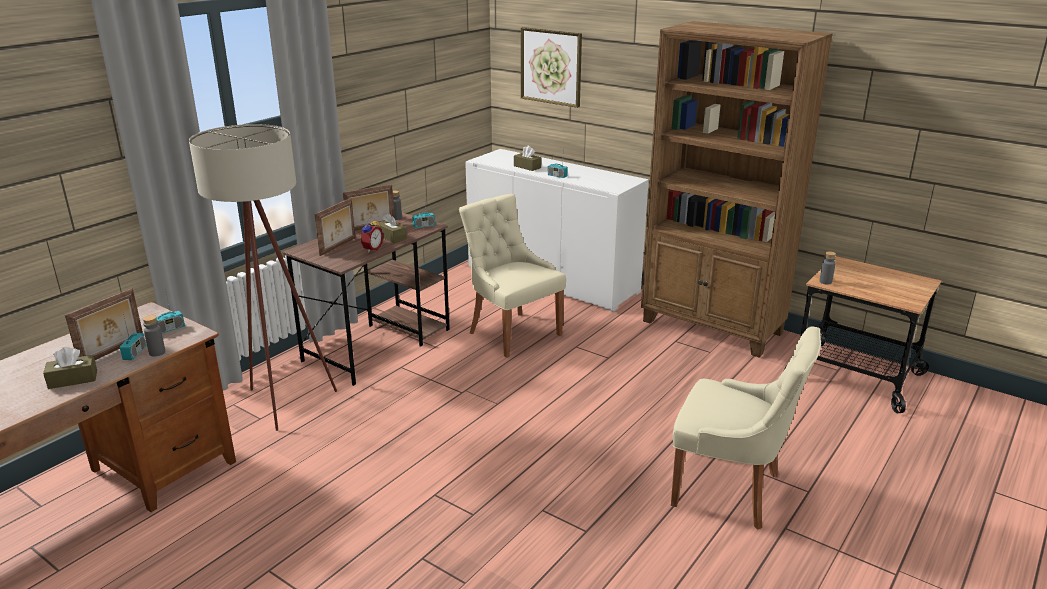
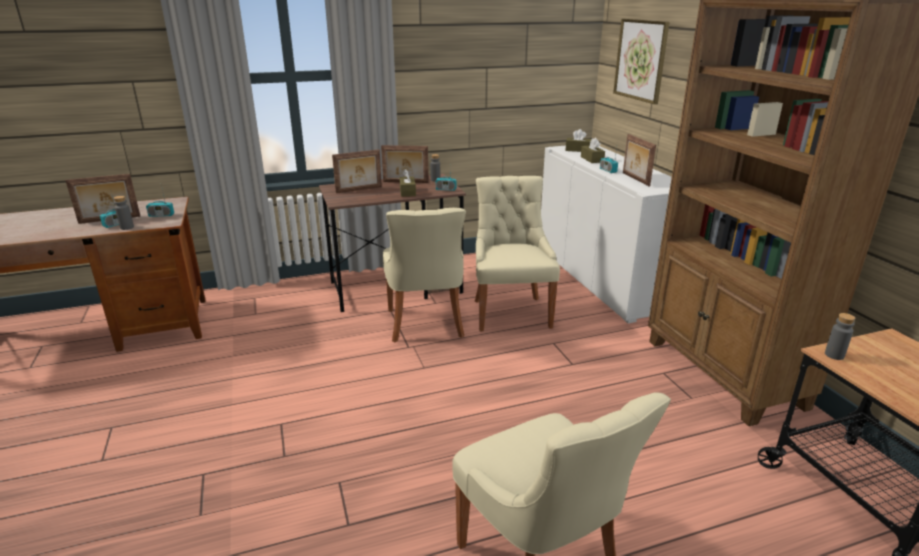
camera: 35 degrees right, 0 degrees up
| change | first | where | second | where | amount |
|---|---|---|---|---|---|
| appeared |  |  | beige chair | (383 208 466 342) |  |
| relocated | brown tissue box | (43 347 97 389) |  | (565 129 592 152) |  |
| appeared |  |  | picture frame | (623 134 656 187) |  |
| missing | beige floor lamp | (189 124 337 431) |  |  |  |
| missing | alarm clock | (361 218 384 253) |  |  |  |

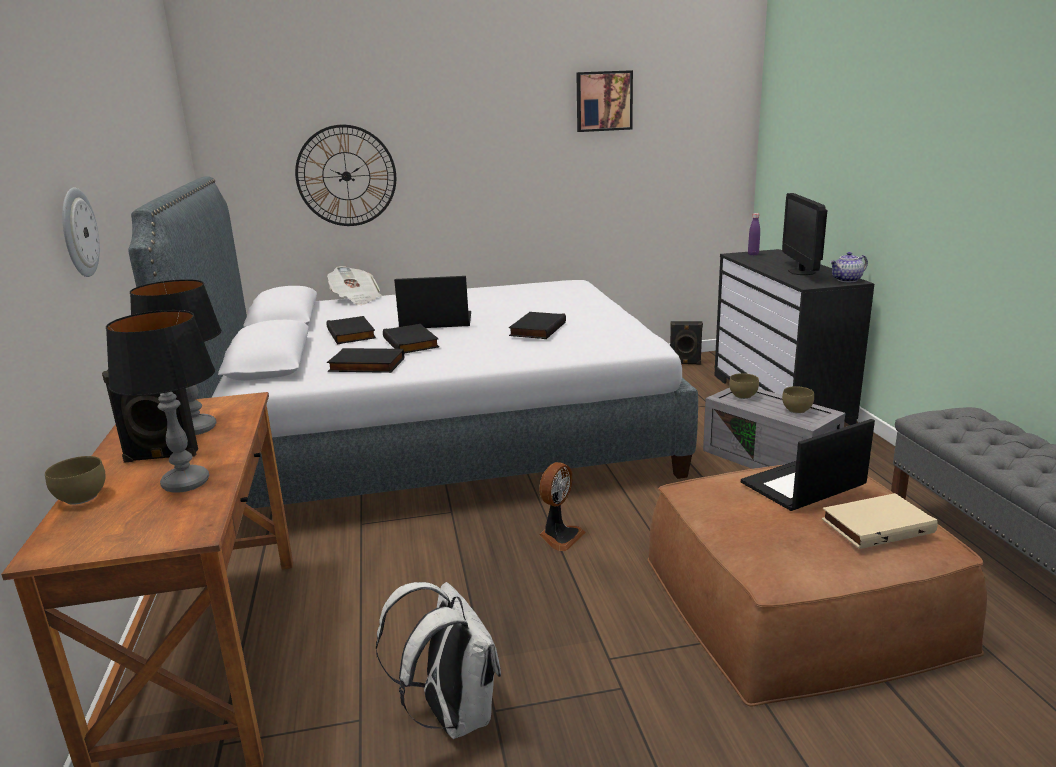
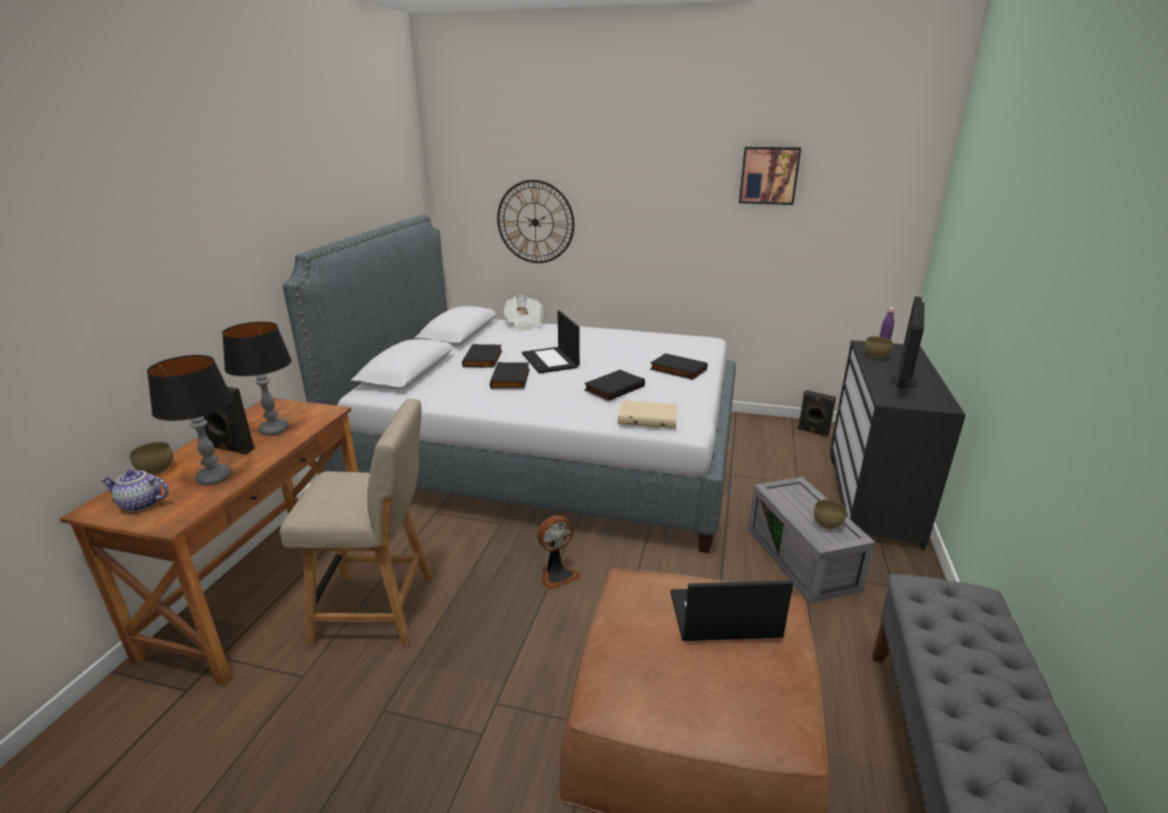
camera: 25 degrees right, 5 degrees up
| change | first | where | second | where | amount |
|---|---|---|---|---|---|
| relocated | teapot | (830 252 868 282) |  | (100 470 169 512) |  |
| appeared |  |  | beige chair | (280 399 432 646) |  |
| spun | laptop | (394 276 471 328) |  | (522 310 580 374) | 135 degrees counterclockwise |
| relocated | beige book | (821 493 938 549) |  | (618 400 678 429) |  |
| relocated | black book | (327 348 404 373) |  | (650 353 707 380) |  |
| relocated | brown bowl | (729 373 759 399) |  | (865 337 893 359) |  |
| missing | wall clock | (62 188 100 277) |  |  |  |
| missing | white backpack | (376 582 501 739) |  |  |  |

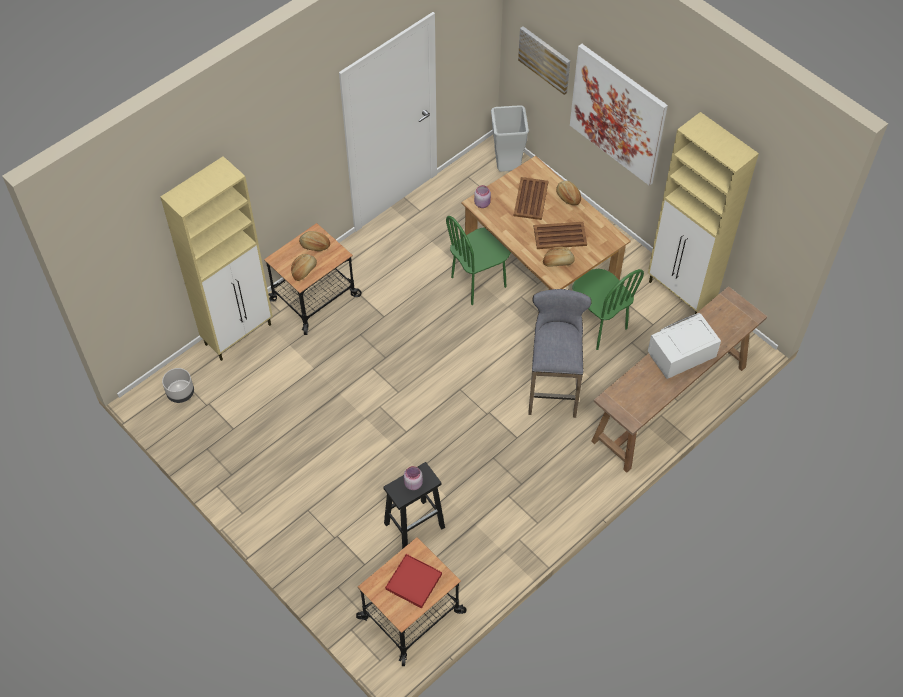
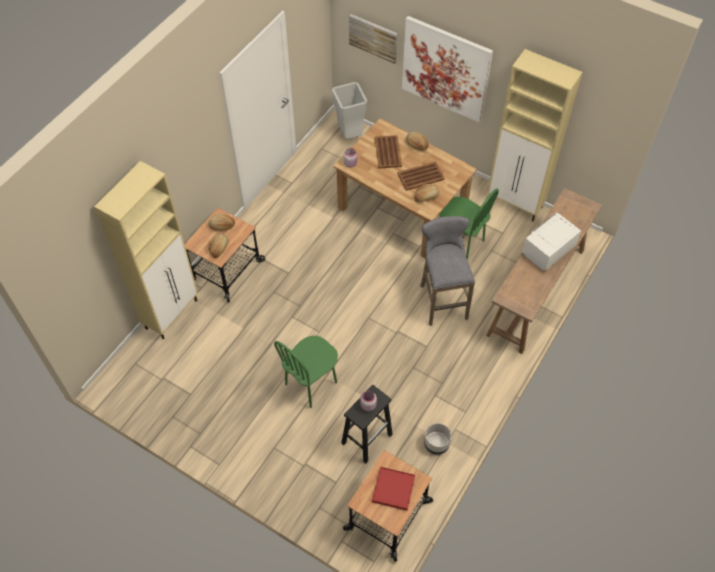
camera: 15 degrees left, 0 degrees up
| change | first | where | second | where | amount |
|---|---|---|---|---|---|
| relocated | green chair | (446 216 511 305) |  | (274 336 338 408) |  |
| relocated | grey planter | (162 368 194 403) |  | (424 423 451 455) |  |

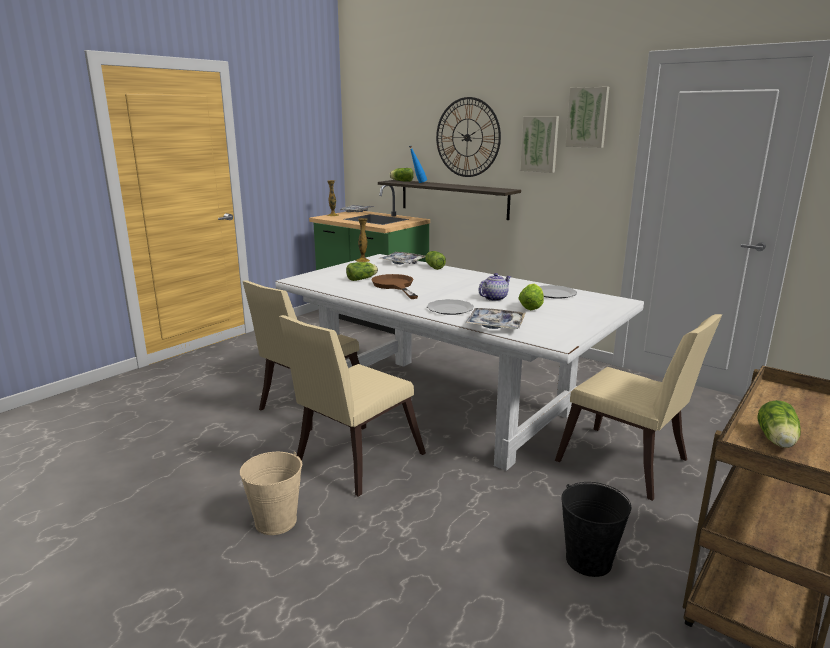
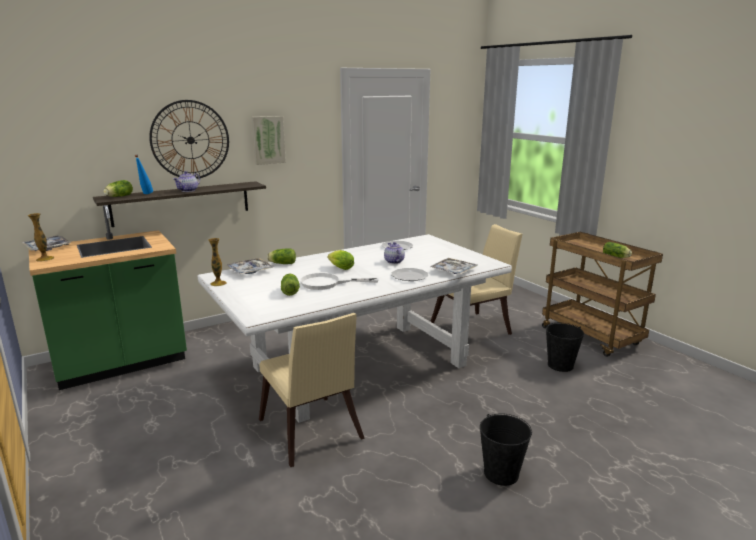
camera: 70 degrees left, 0 degrees up
| change | first | where | second | where | amount |
|---|---|---|---|---|---|
| appeared |  |  | teapot | (173 171 200 192) |  |
| colour | brown frying pan | (371 274 418 299) | white frying pan | (300 273 379 290) |  |
| relocated | lettuce | (518 284 544 310) |  | (328 250 354 270) |  |
| colour | beige bucket | (240 452 302 535) | black bucket | (480 413 532 486) |  |
| missing | beige chair | (279 315 426 497) |  |  |  |
| missing | picture | (566 87 609 148) |  |  |  |

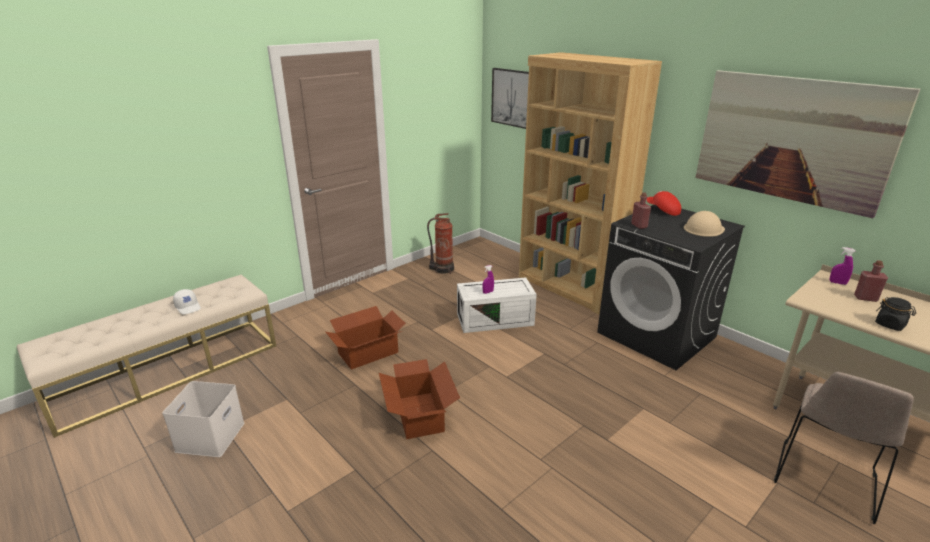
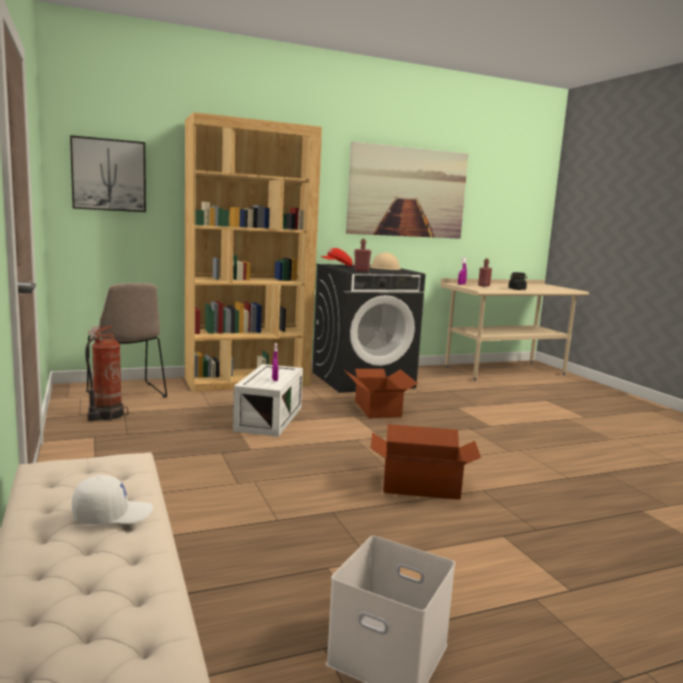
camera: 70 degrees left, 15 degrees down
| change | first | where | second | where | amount |
|---|---|---|---|---|---|
| relocated | beige chair | (774 372 914 524) |  | (86 283 167 397) |  |
| relocated | cardboard box | (326 306 406 370) |  | (344 369 418 418) |  |

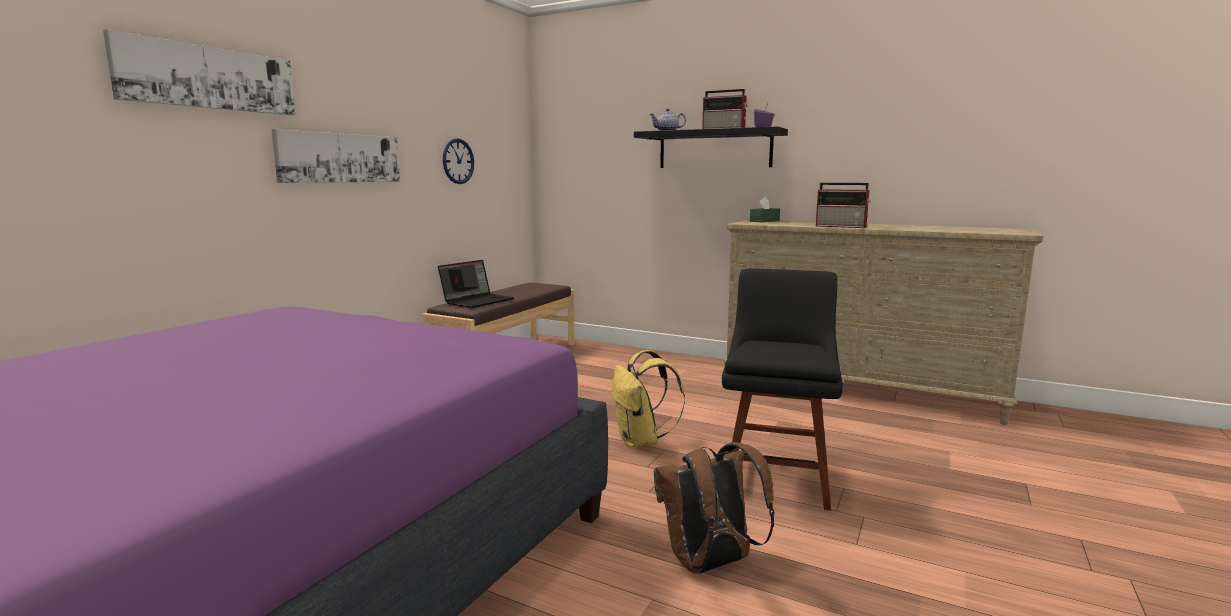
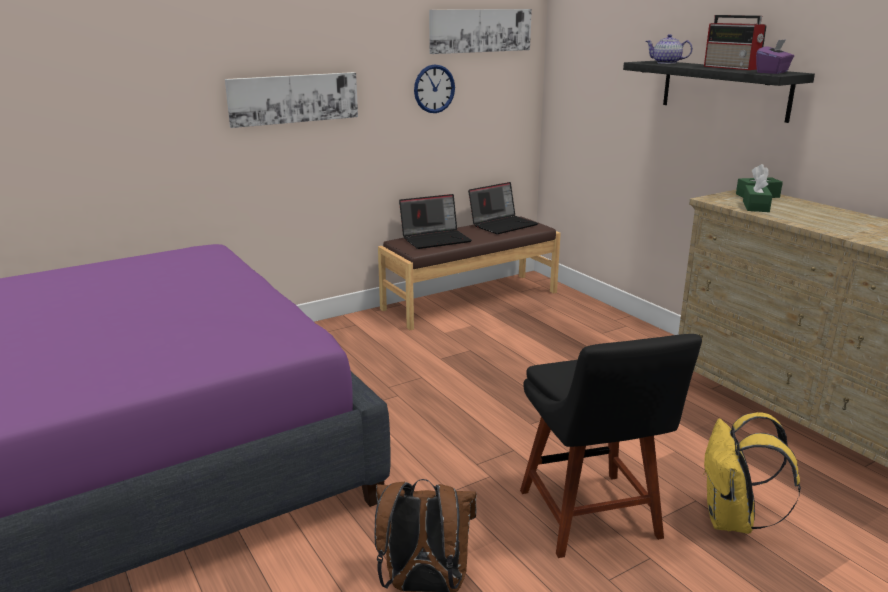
camera: 30 degrees right, 10 degrees up
| change | first | where | second | where | amount |
|---|---|---|---|---|---|
| relocated | picture | (103 29 295 115) |  | (429 9 532 54) |  |
| appeared |  |  | laptop | (468 182 538 234) |  |
| spun | black chair | (722 269 843 511) |  | (520 334 702 558) | 120 degrees clockwise |
| relocated | yellow backpack | (611 350 685 448) |  | (703 412 801 534) |  |
| appeared |  |  | green tissue box | (743 174 773 212) |  |
| missing | radio | (816 183 871 228) |  |  |  |

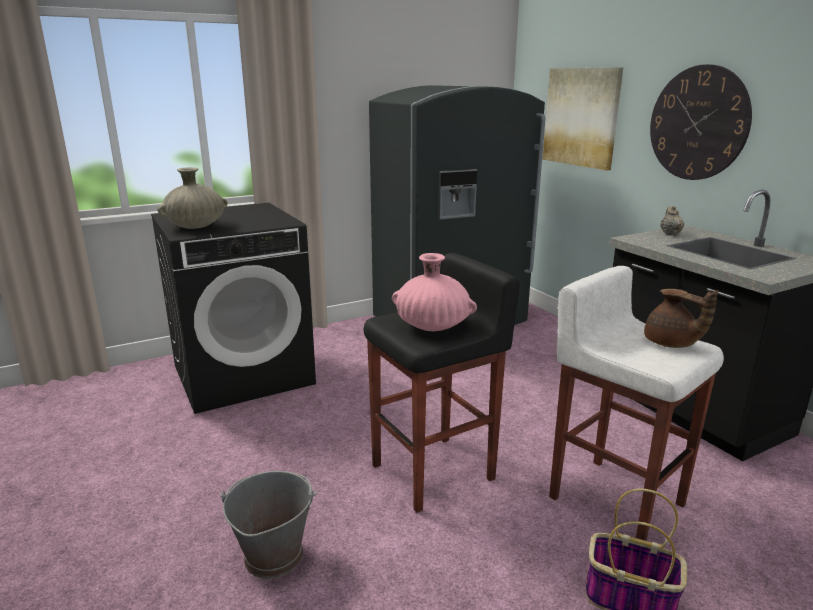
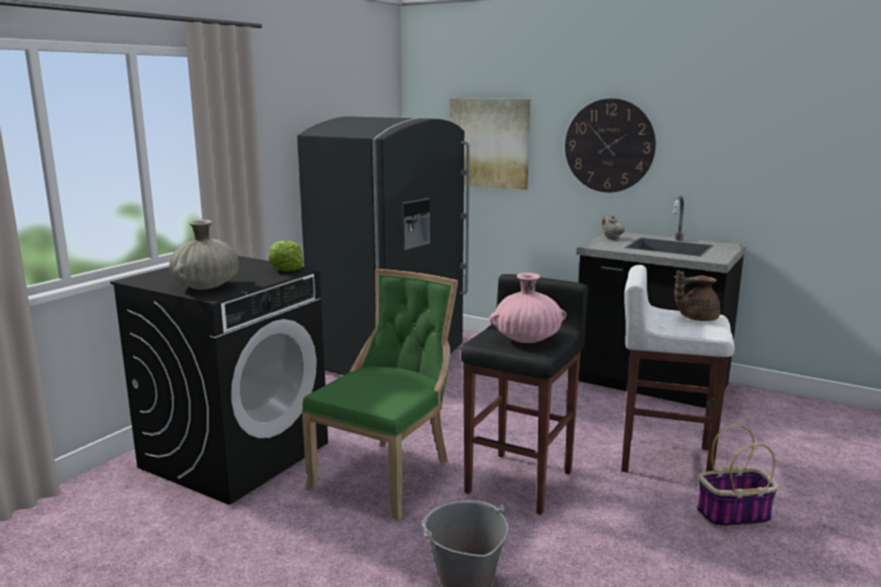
camera: 30 degrees left, 5 degrees down
| change | first | where | second | where | amount |
|---|---|---|---|---|---|
| appeared |  |  | lettuce | (268 241 304 271) |  |
| appeared |  |  | green chair | (302 269 458 520) |  |
| spun | brown teapot | (644 289 718 348) |  | (674 270 721 321) | 150 degrees clockwise |

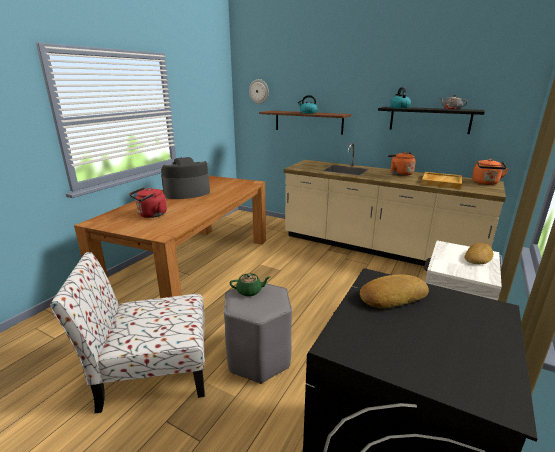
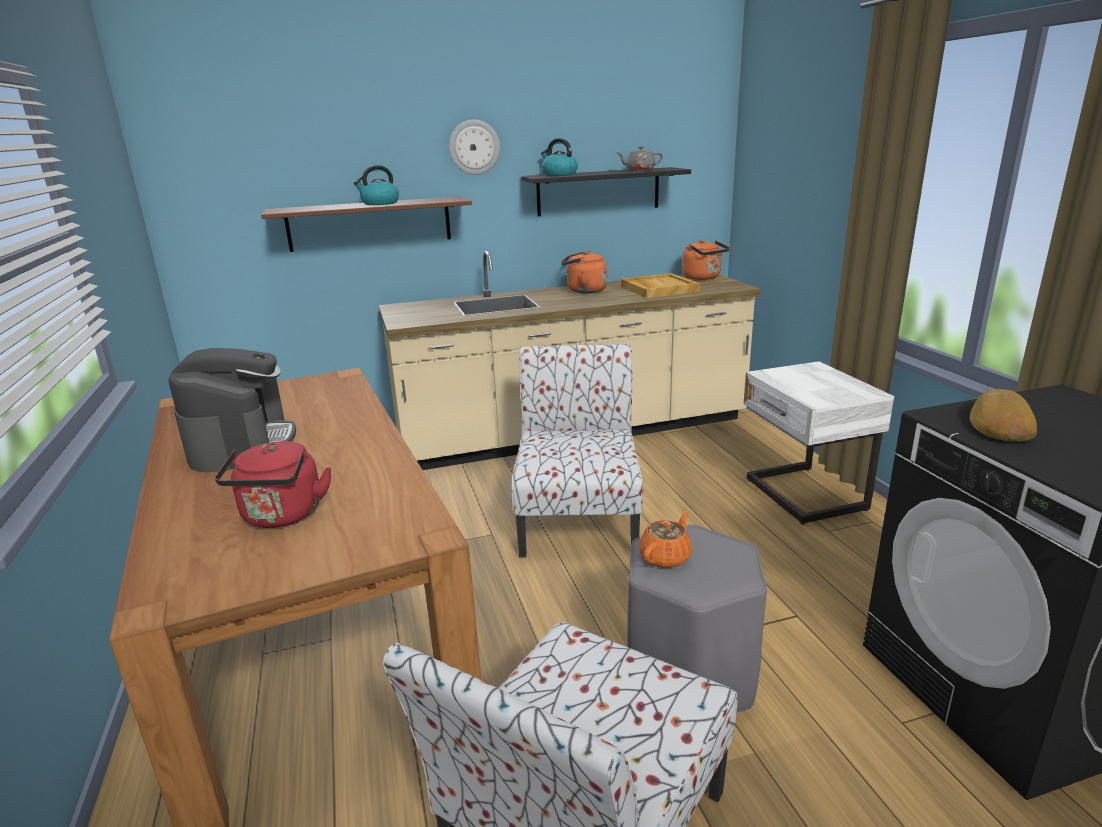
camera: 45 degrees left, 0 degrees up
| change | first | where | second | where | amount |
|---|---|---|---|---|---|
| spun | coffee machine | (161 157 210 199) |  | (169 348 296 472) | 150 degrees clockwise |
| relocated | wall clock | (249 79 269 104) |  | (449 119 500 175) |  |
| appeared |  |  | chair | (511 344 644 558) |  |
| colour | green teapot | (230 273 270 297) | orange teapot | (639 511 692 568) |  |
| missing | bread | (464 243 493 265) |  |  |  |

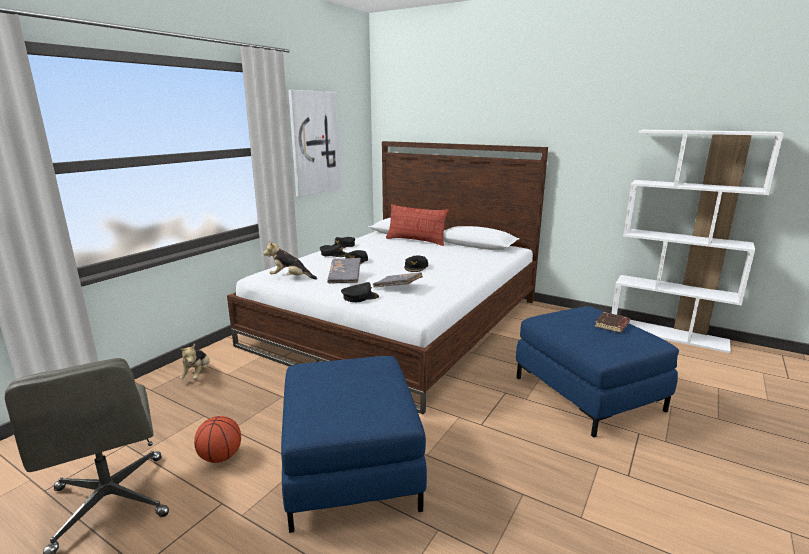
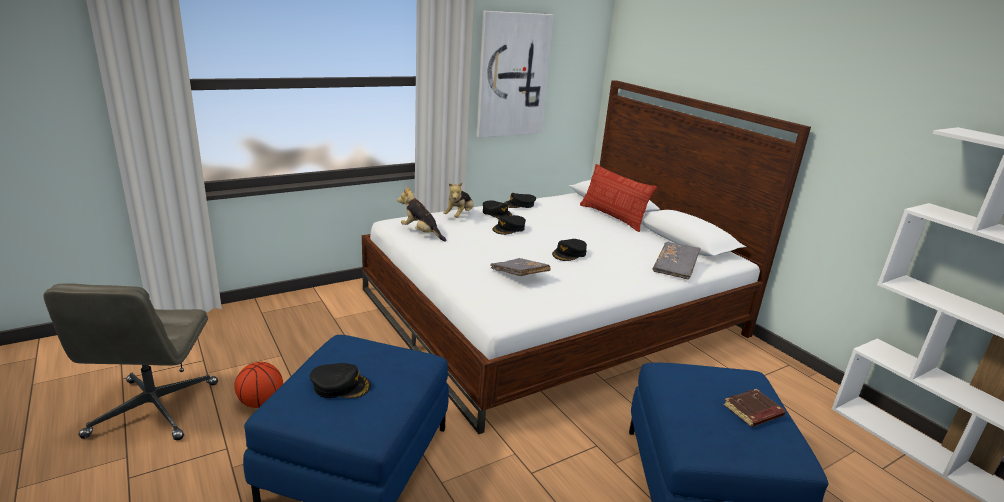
camera: 25 degrees right, 5 degrees up
| change | first | where | second | where | amount |
|---|---|---|---|---|---|
| relocated | black cap | (341 282 379 302) |  | (310 363 371 398) |  |
| relocated | plush toy | (180 344 210 380) |  | (443 182 474 218) |  |
| relocated | grey book | (327 258 361 284) |  | (653 242 701 280) |  |

